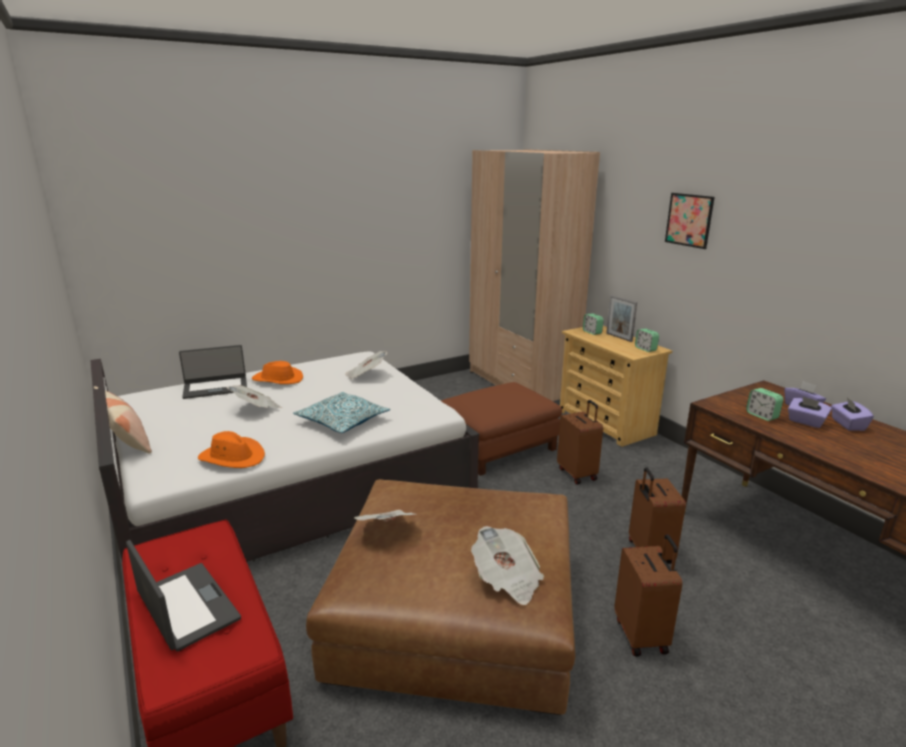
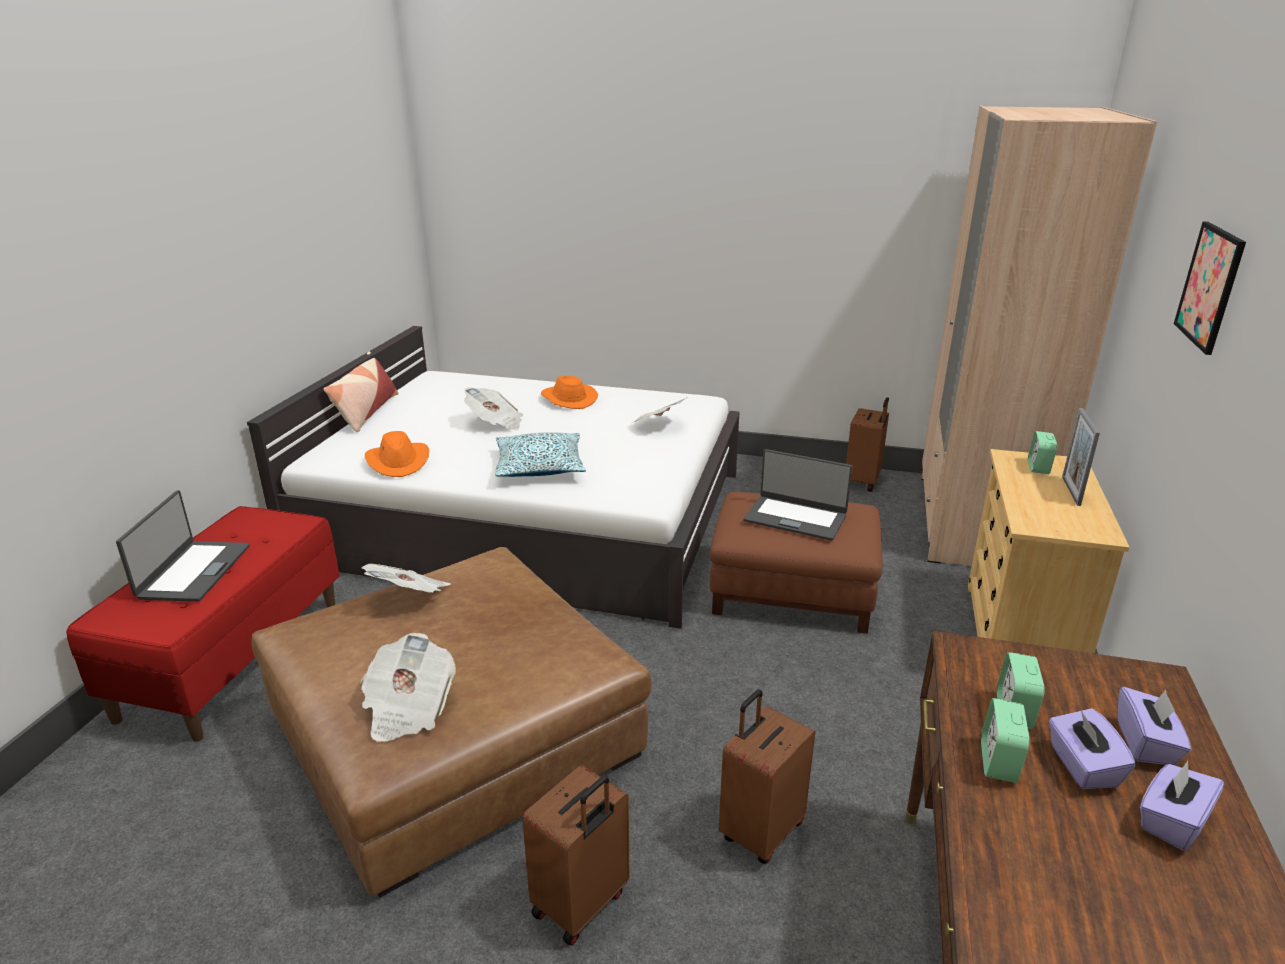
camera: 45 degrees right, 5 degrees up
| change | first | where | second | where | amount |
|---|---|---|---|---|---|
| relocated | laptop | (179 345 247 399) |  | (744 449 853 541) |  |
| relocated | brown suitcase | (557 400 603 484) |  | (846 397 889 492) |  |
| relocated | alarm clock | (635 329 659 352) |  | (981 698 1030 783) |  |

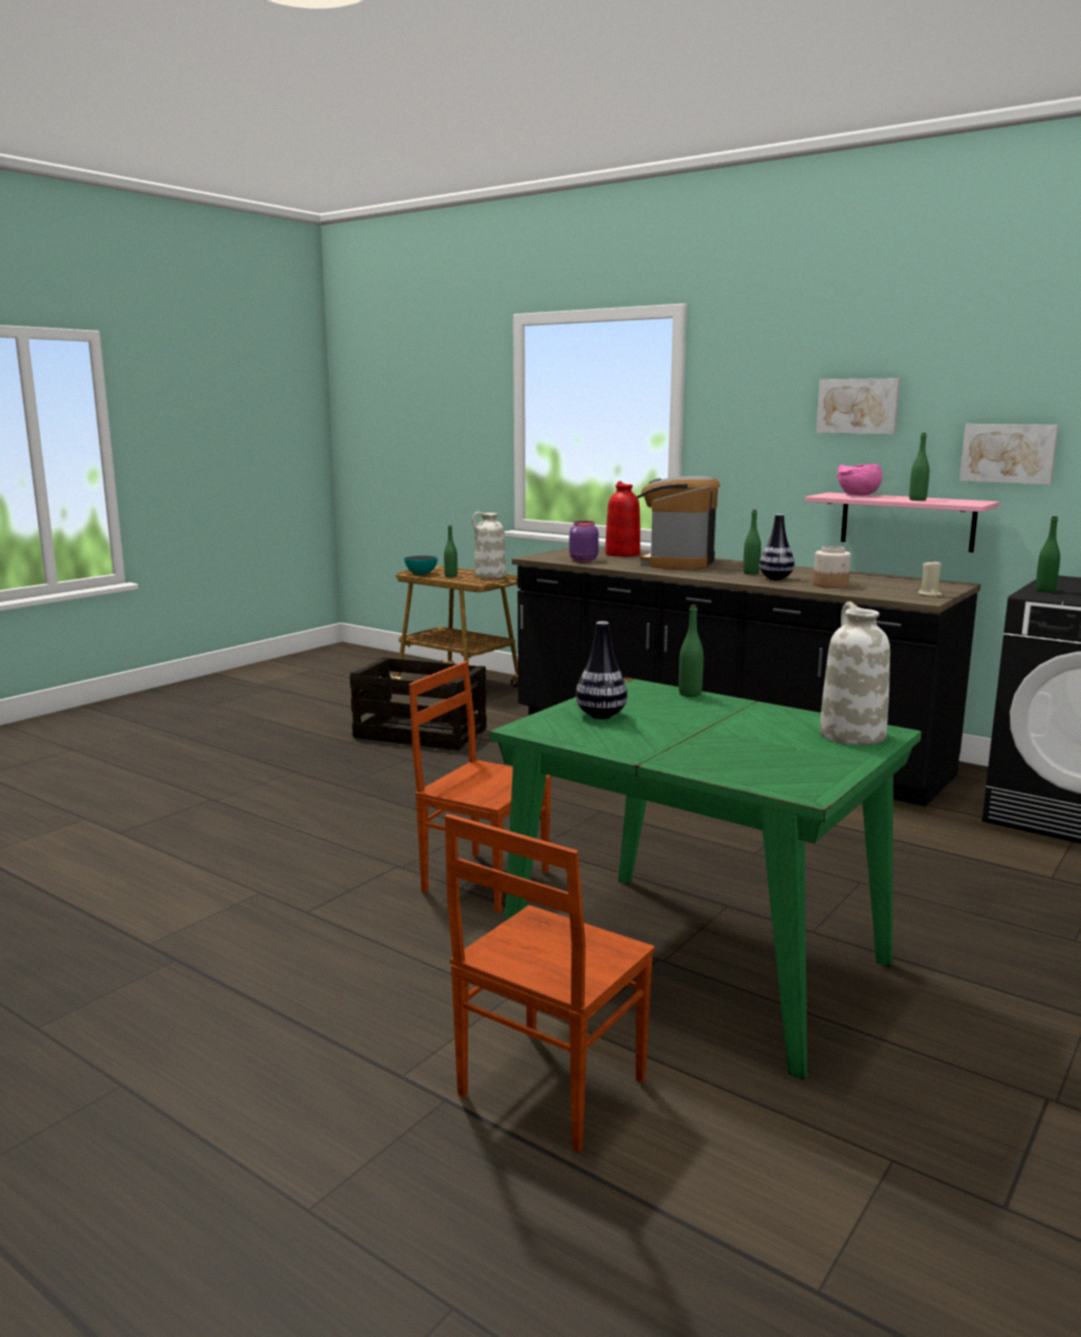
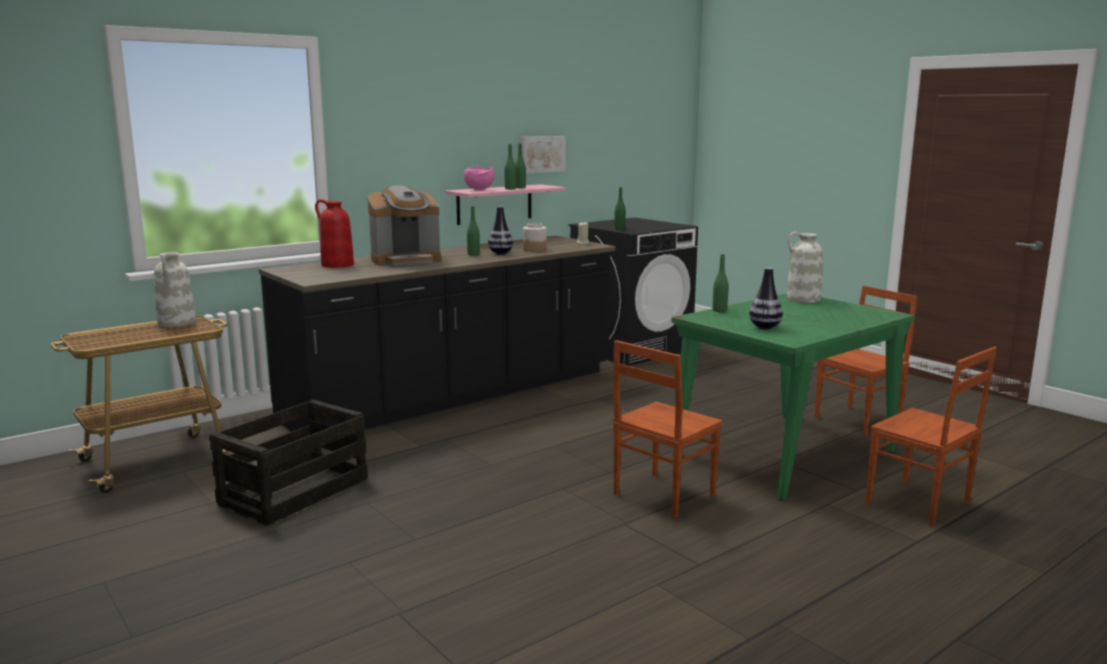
camera: 75 degrees left, 0 degrees up
| change | first | where | second | where | amount |
|---|---|---|---|---|---|
| spun | coffee machine | (636 476 720 570) |  | (367 186 441 266) | 60 degrees counterclockwise |
| relocated | green bottle | (444 526 458 577) |  | (504 144 516 190) |  |
| appeared |  |  | brown chair | (815 286 917 436) |  |
| missing | bowl | (404 556 438 575) |  |  |  |
| missing | purple jar | (569 521 599 562) |  |  |  |
| missing | picture | (816 378 901 434) |  |  |  |

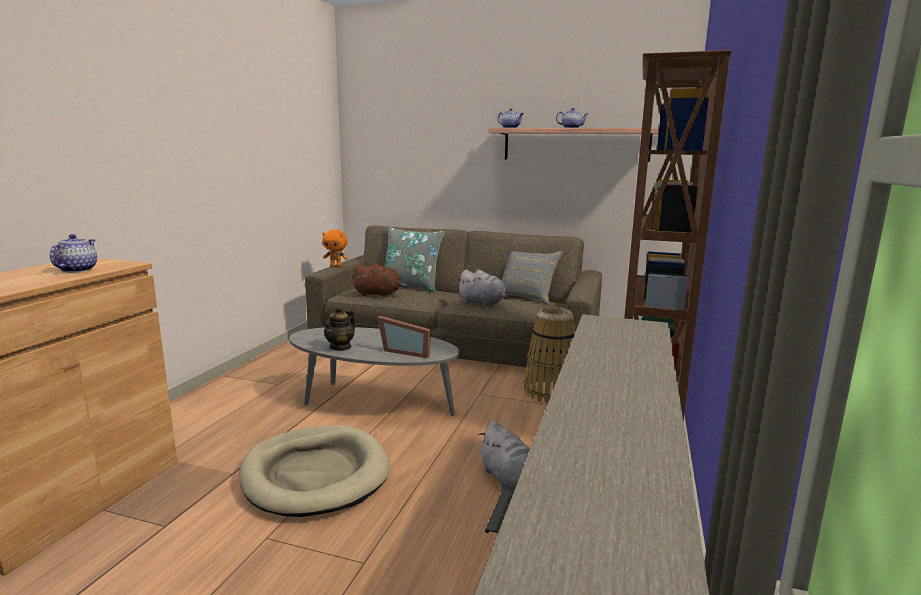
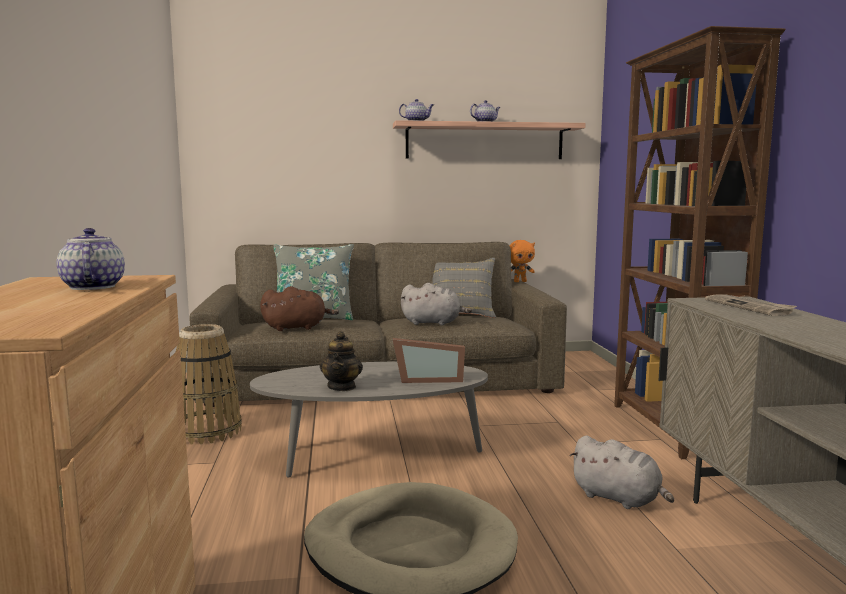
camera: 25 degrees left, 5 degrees down
| change | first | where | second | where | amount |
|---|---|---|---|---|---|
| relocated | basket | (524 307 576 403) |  | (176 324 241 445) |  |
| relocated | orange plush toy | (322 230 348 267) |  | (510 240 535 282) |  |
| appeared |  |  | newspaper | (705 294 797 316) |  |

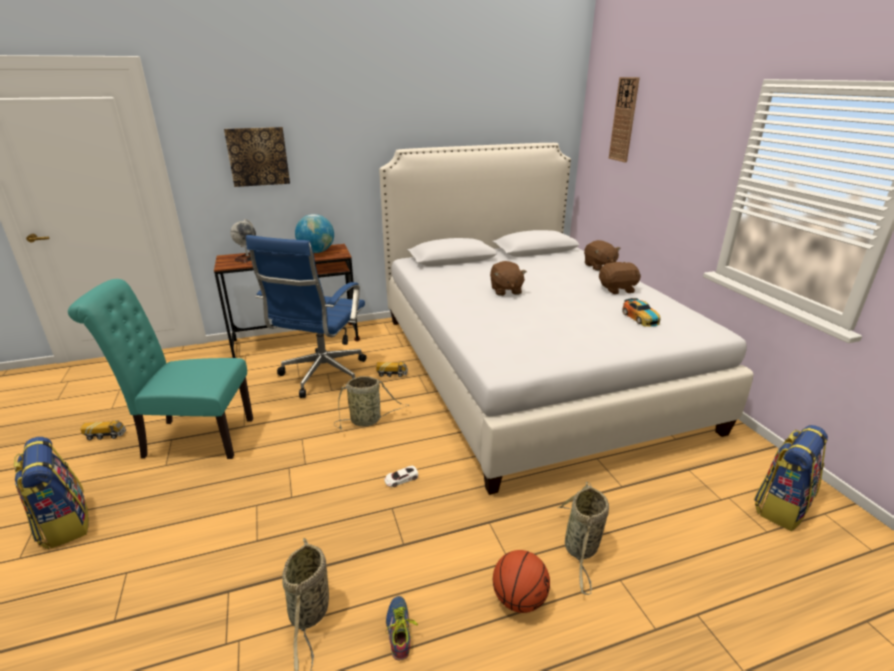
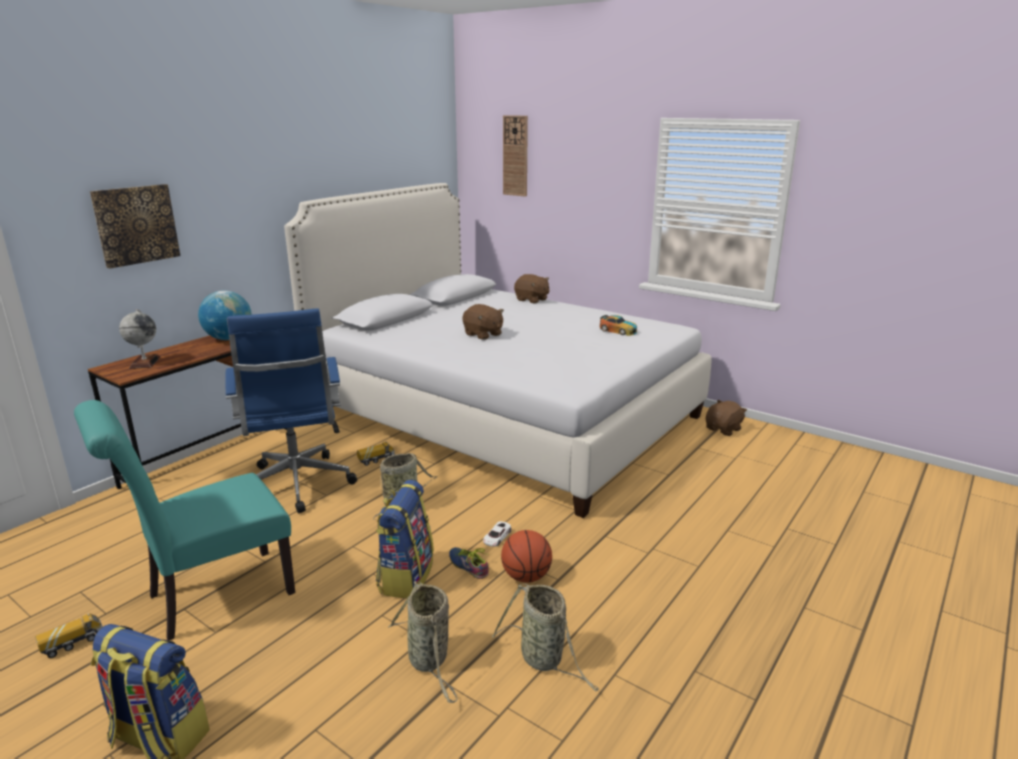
camera: 35 degrees left, 5 degrees down
| change | first | where | second | where | amount |
|---|---|---|---|---|---|
| relocated | backpack | (754 425 828 531) |  | (376 480 434 598) |  |
| relocated | basket | (558 482 609 595) |  | (388 581 458 703) |  |
| relocated | shoe | (386 596 418 661) |  | (449 547 489 579) |  |
| relocated | basketball | (493 550 550 613) |  | (501 530 552 583) |  |
| relocated | brown plush toy | (599 261 641 294) |  | (706 400 747 436) |  |

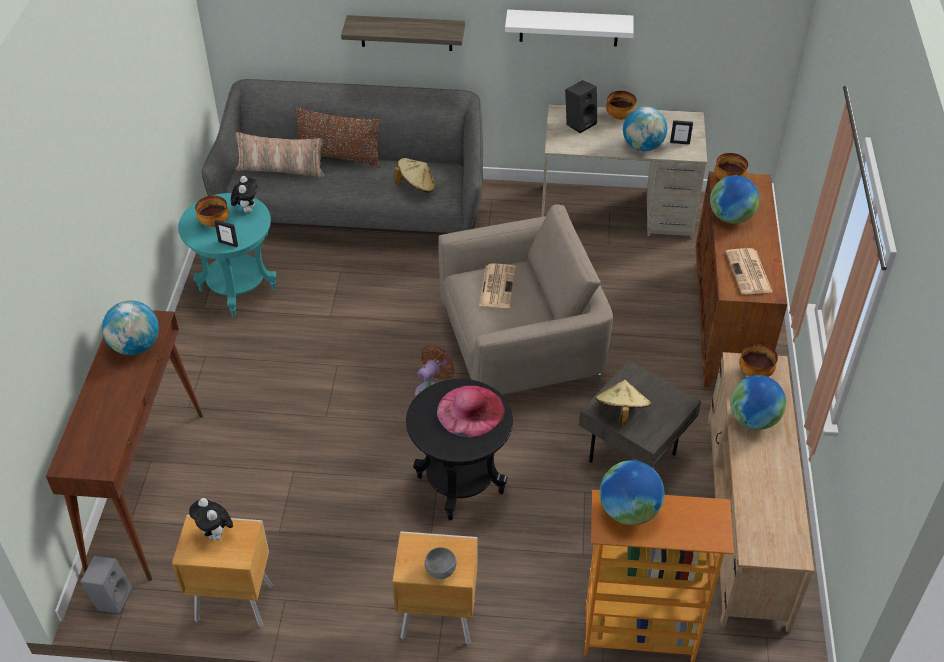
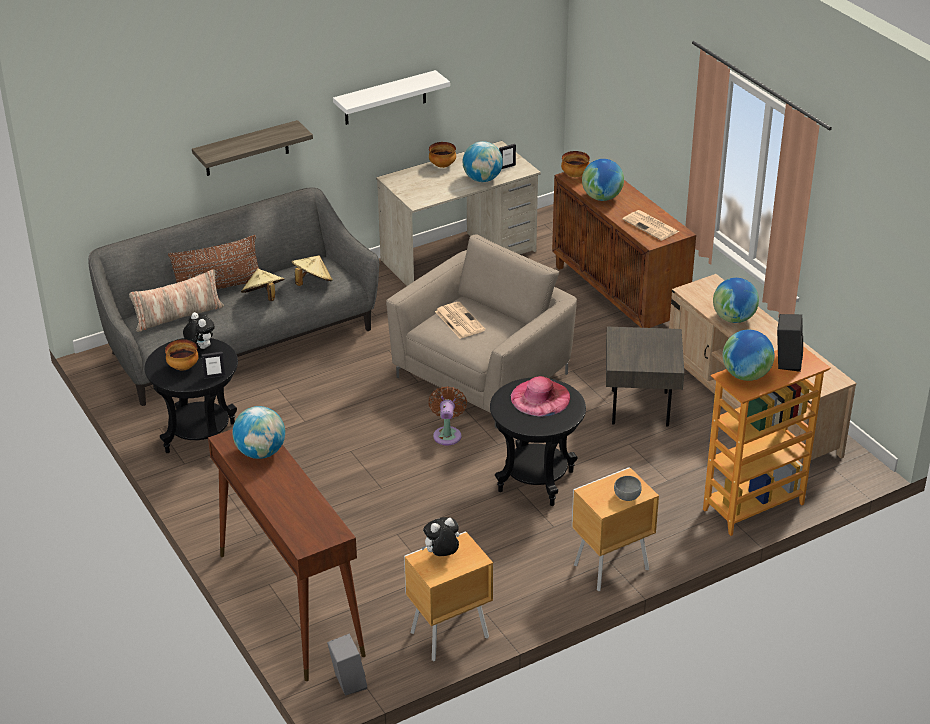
camera: 35 degrees left, 10 degrees down
| change | first | where | second | where | amount |
|---|---|---|---|---|---|
| colour | turquoise side table | (178 193 276 317) | black side table | (145 338 238 453) |  |
| relocated | beige hat | (595 380 651 426) |  | (241 269 284 301) |  |
| spun | plush toy | (189 498 233 541) |  | (421 517 459 556) | 135 degrees clockwise |
| relocated | black speaker | (565 80 597 133) |  | (777 314 803 372) |  |
| missing | bowl | (739 343 778 377) |  |  |  |

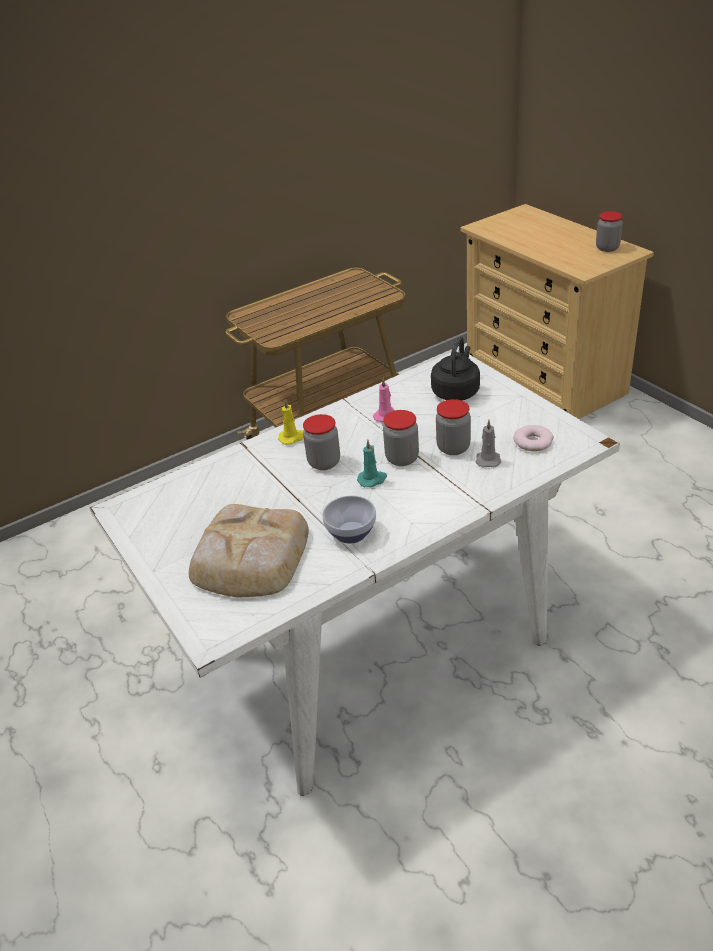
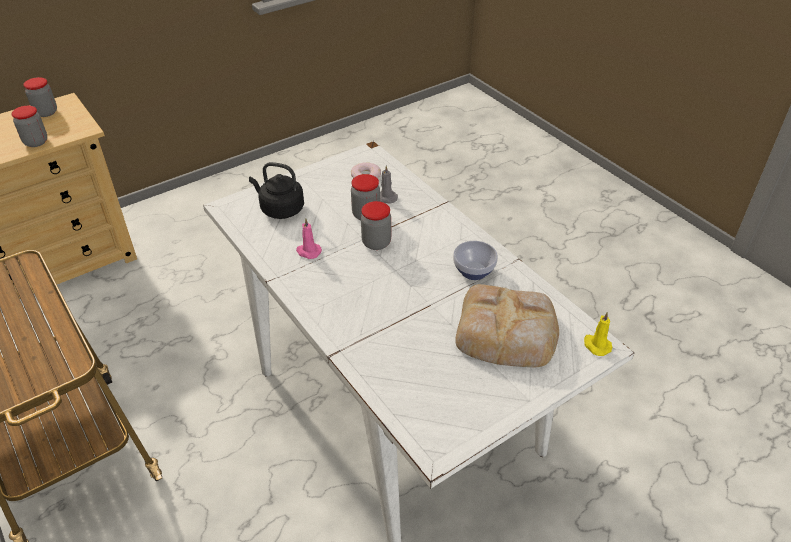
camera: 95 degrees left, 5 degrees up
| change | first | where | second | where | amount |
|---|---|---|---|---|---|
| relocated | jar | (303 414 340 470) |  | (11 106 47 147) |  |
| relocated | yellow candle | (278 399 303 445) |  | (584 312 612 356) |  |
| missing | turquoise candle | (357 439 387 487) |  |  |  |

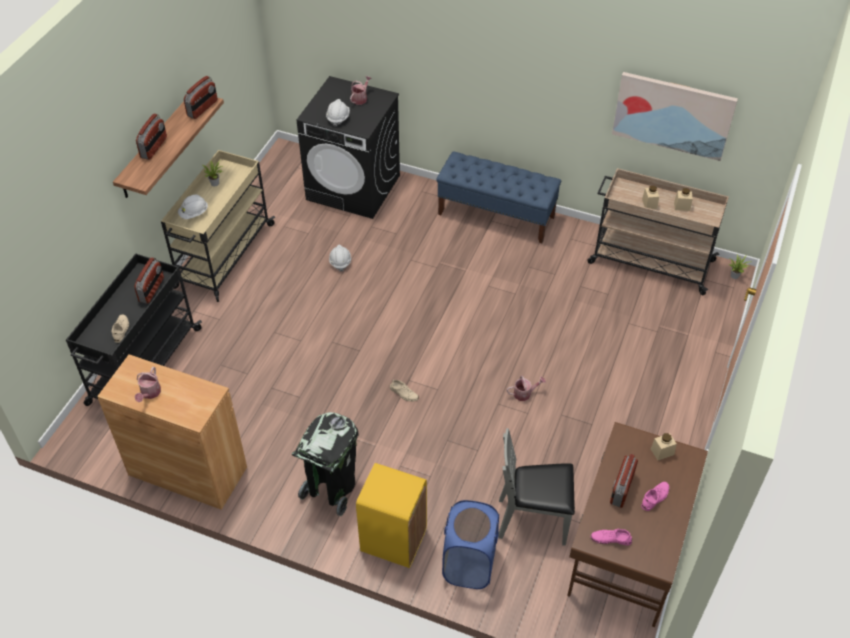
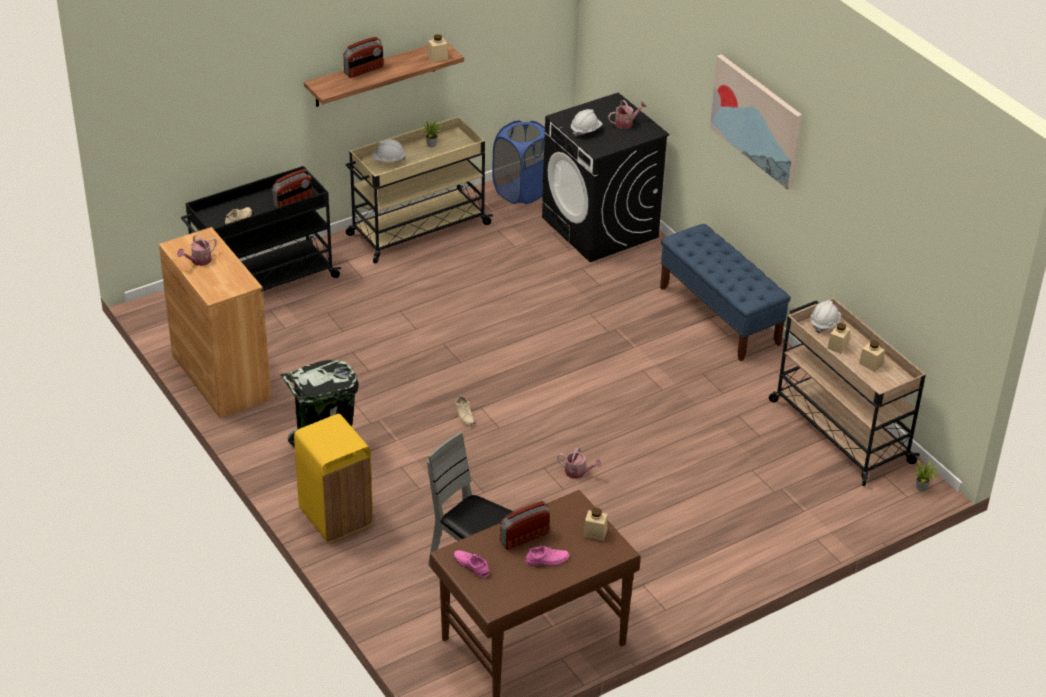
camera: 35 degrees right, 10 degrees down
| change | first | where | second | where | amount |
|---|---|---|---|---|---|
| exchanged | radio | (184 76 218 119) | beige jar | (428 34 448 62) |  |
| relocated | blue laundry basket | (442 500 499 589) |  | (492 120 545 204) |  |
| relocated | picture | (612 72 738 161) |  | (710 54 802 190) |  |
| relocated | white hard hat | (329 245 351 272) |  | (810 300 841 333) |  |

